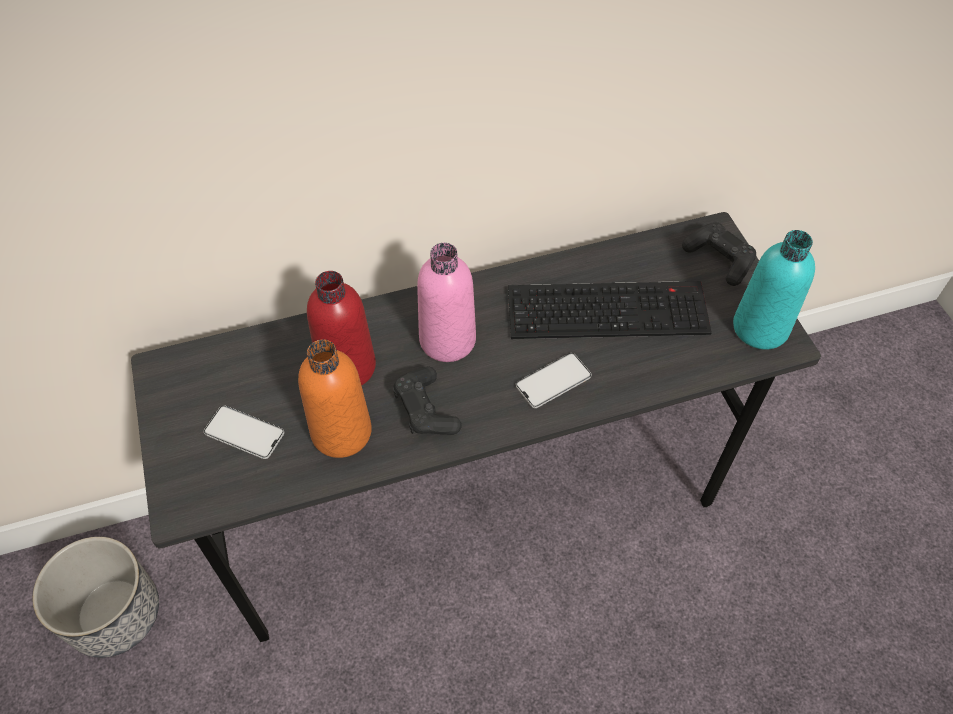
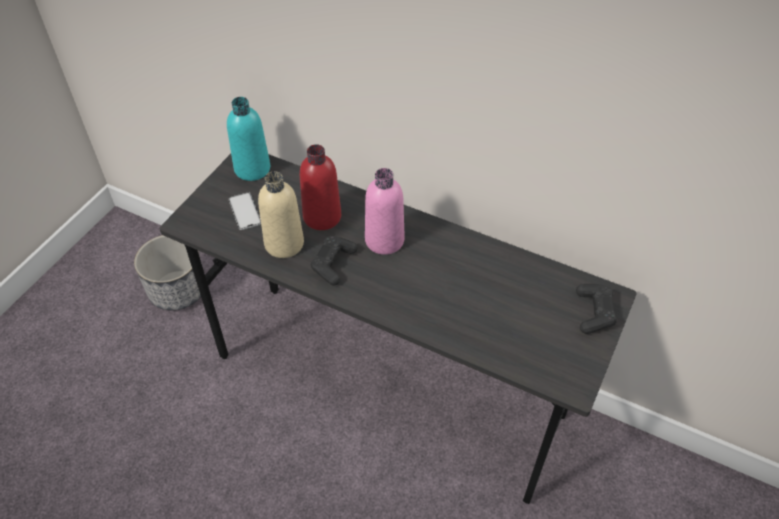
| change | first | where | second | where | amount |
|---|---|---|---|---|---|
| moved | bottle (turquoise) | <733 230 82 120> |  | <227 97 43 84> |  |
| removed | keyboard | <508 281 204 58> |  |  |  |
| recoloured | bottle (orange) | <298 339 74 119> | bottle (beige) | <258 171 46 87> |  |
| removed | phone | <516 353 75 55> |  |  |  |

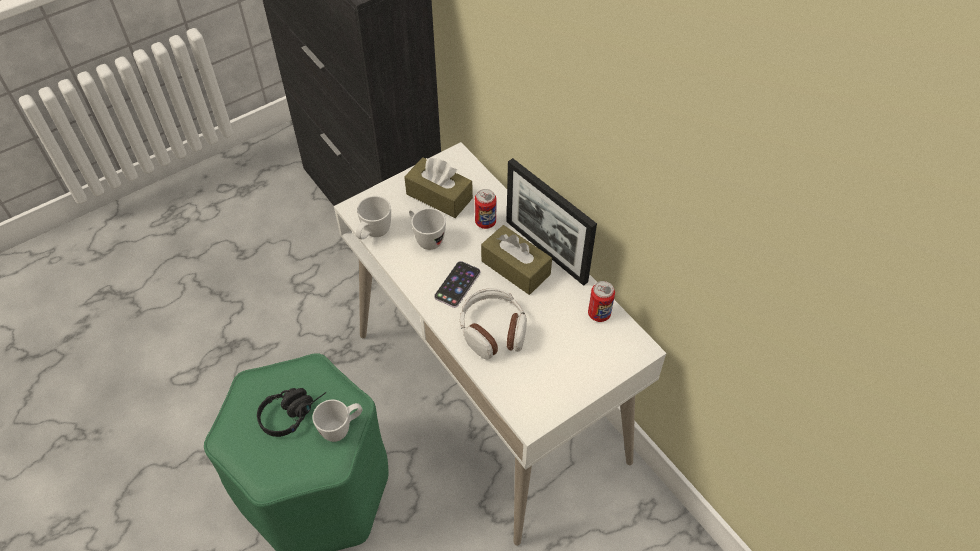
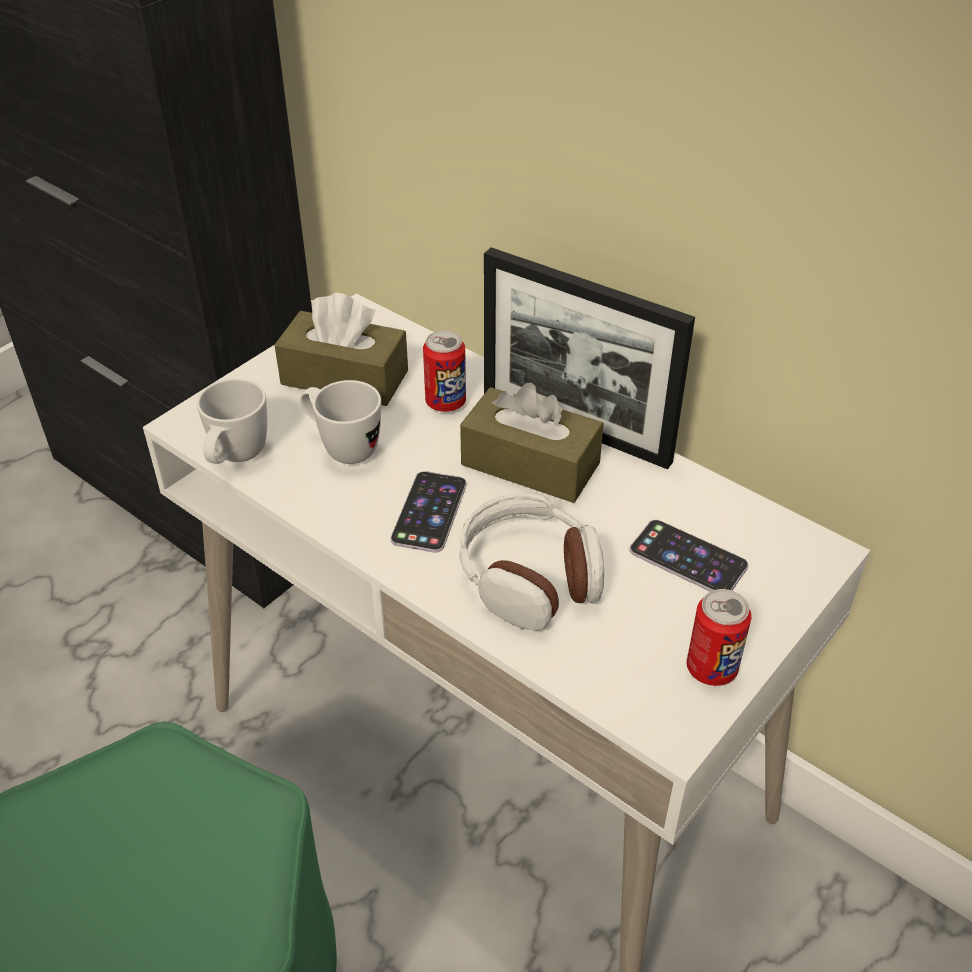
| change | first | where | second | where | amount |
|---|---|---|---|---|---|
| moved | can | <588 281 27 41> |  | <687 589 64 97> |  |
| removed | headphones (black) | <257 388 69 49> |  |  |  |
| removed | mug (white) | <313 400 49 42> |  |  |  |
| added |  |  | phone | <629 520 119 72> |  |

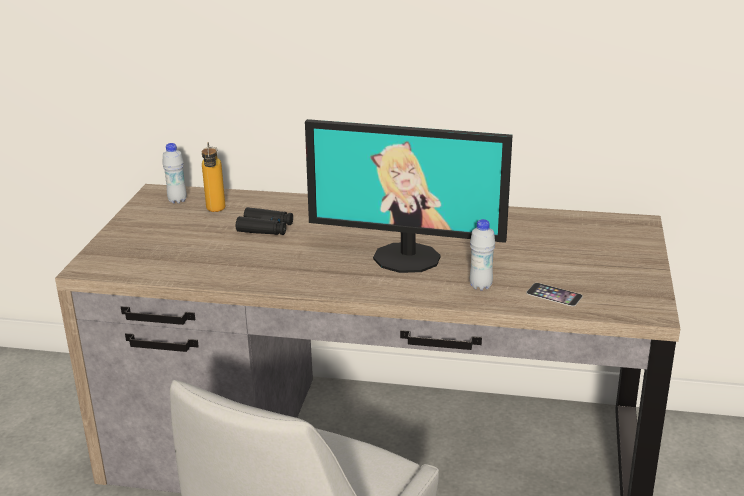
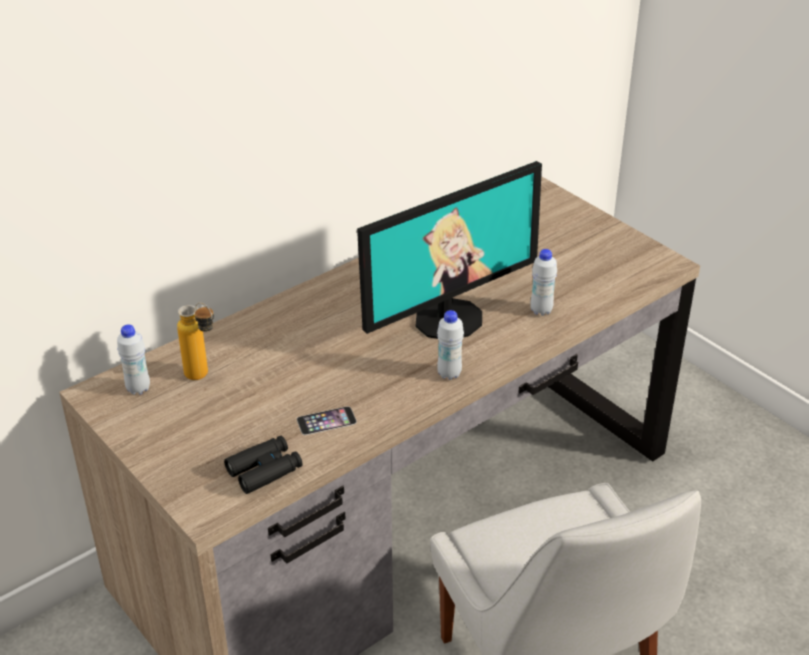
| change | first | where | second | where | amount |
|---|---|---|---|---|---|
| moved | binoculars (black) | <236 207 57 28> |  | <224 436 79 58> |  |
| moved | phone | <526 283 57 23> |  | <297 406 60 29> |  |
| added |  |  | bottle (white) | <437 310 27 70> |  |

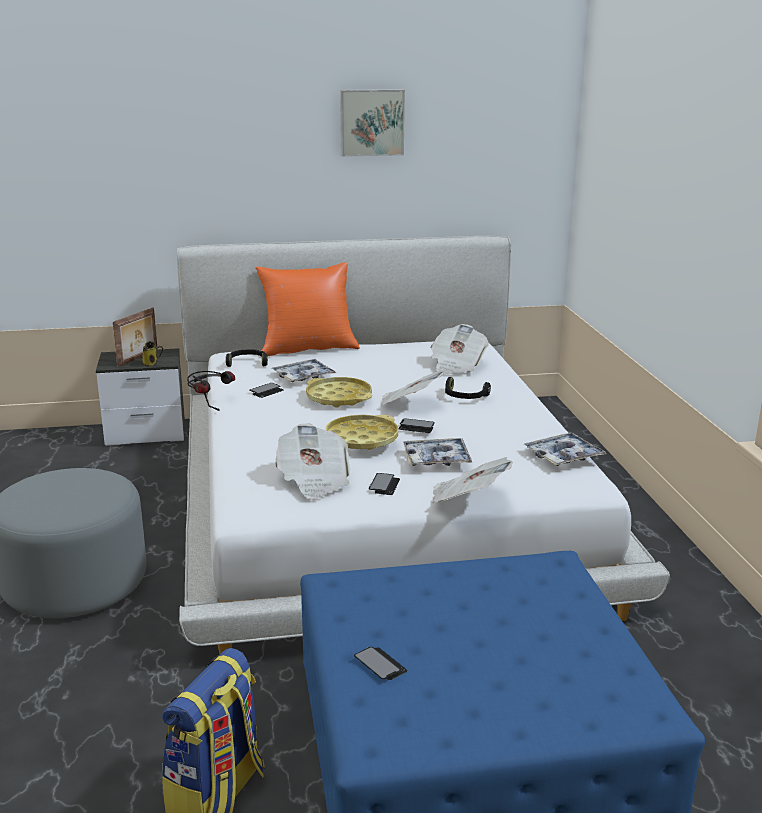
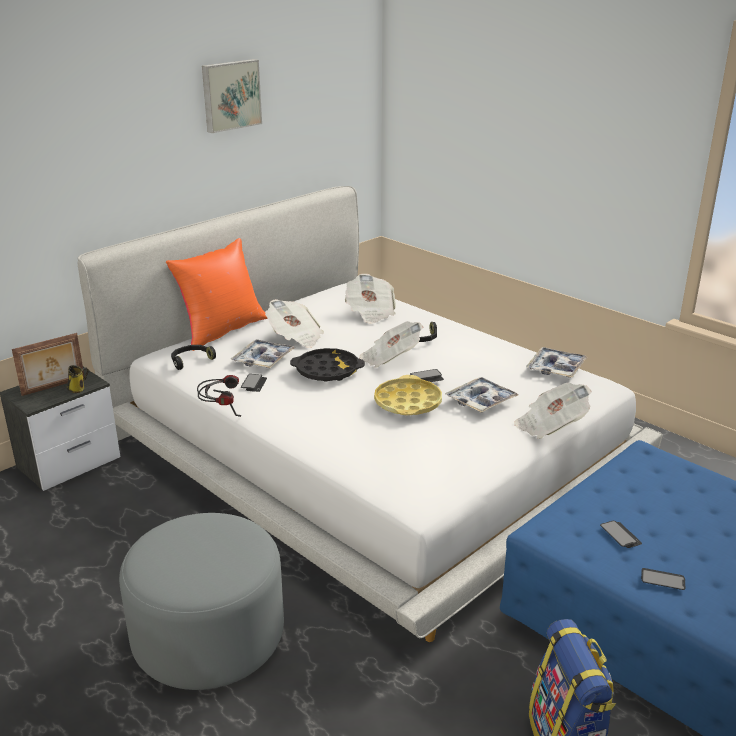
| change | first | where | second | where | amount |
|---|---|---|---|---|---|
| turned | picture frame | <113 307 45 60> |  | <12 333 72 63> | 60 degrees clockwise |
| recoloured | tray (yellow) | <306 377 66 31> | tray (black) | <290 348 75 34> |  |
| moved | newspaper | <275 423 75 77> |  | <265 299 59 49> |  |
| moved | phone | <369 473 31 22> |  | <600 521 42 27> |  |

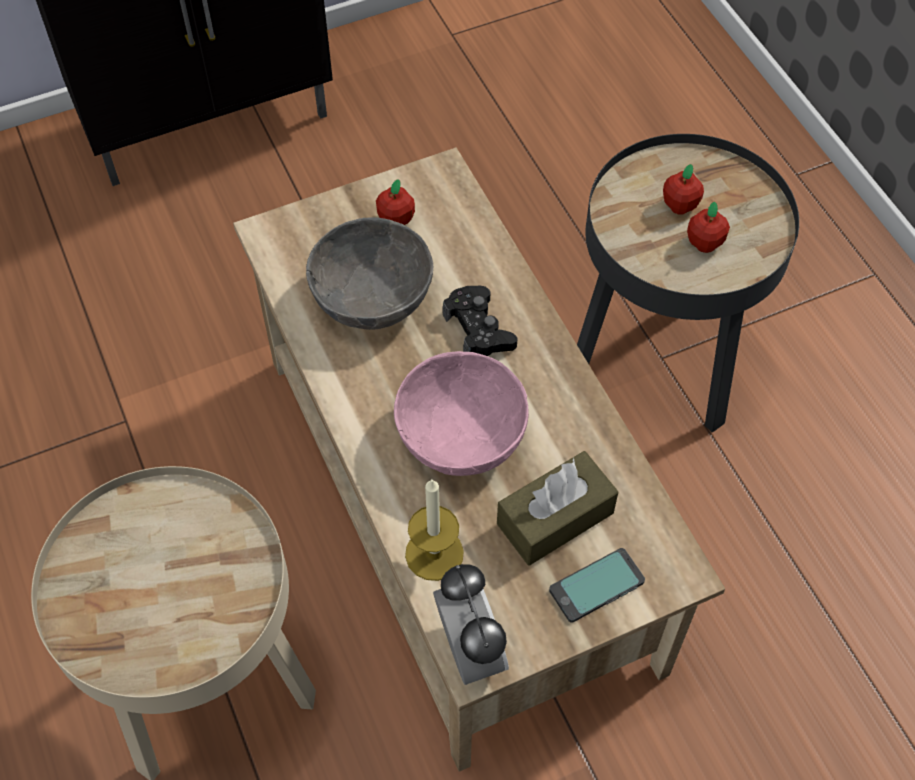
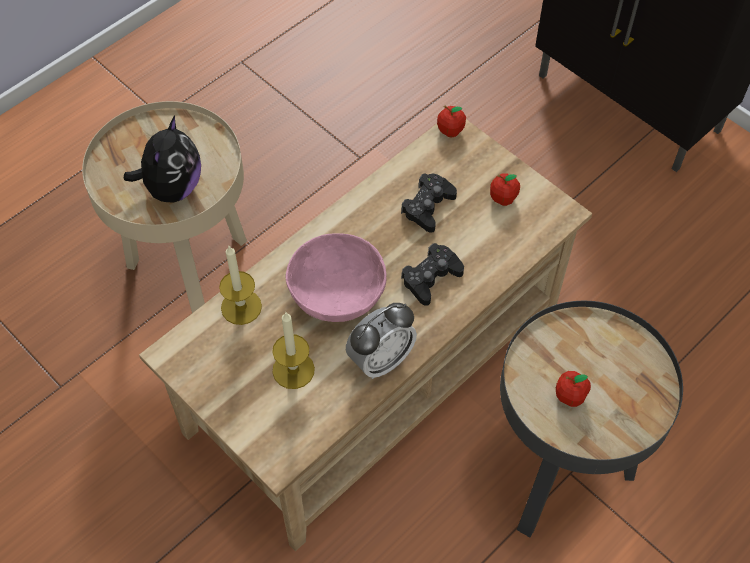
| change | first | where | second | where | amount |
|---|---|---|---|---|---|
| moved | apple | <663 164 41 50> |  | <437 106 29 32> |  |
| replaced | bowl (grey) | <306 217 127 113> | game controller (black) | <401 173 56 60> |  |
| replaced | tissue box (brown) | <497 451 121 115> | candle | <272 312 43 77> |  |
| removed | phone | <549 548 96 75> |  |  |  |
| moved | alarm clock | <433 564 76 121> |  | <346 303 71 76> |  |
| added |  |  | plush toy | <124 115 77 87> |  |

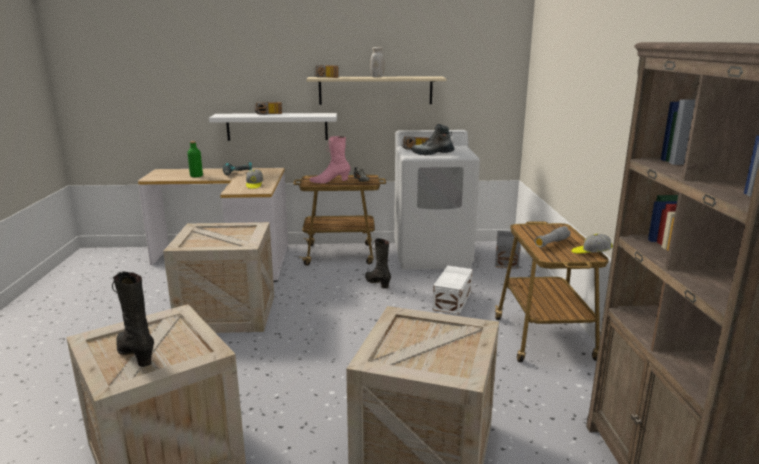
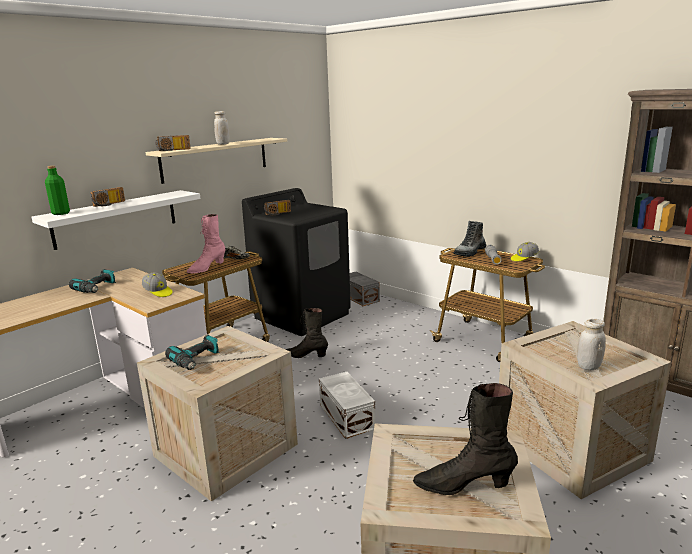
| change | first | where | second | where | amount |
|---|---|---|---|---|---|
| moved | boot | <412 124 43 31> |  | <453 221 33 36> |  |
| recoloured | washing machine (white) | <394 130 86 139> | washing machine (black) | <242 188 109 148> |  |
| moved | bottle (green) | <187 141 16 36> |  | <45 166 25 49> |  |
| moved | storage box (white) | <433 266 40 49> |  | <319 372 57 67> |  |
| added |  |  | jar (white) | <577 319 29 51> |  |
| added |  |  | power drill | <165 335 54 35> |  |

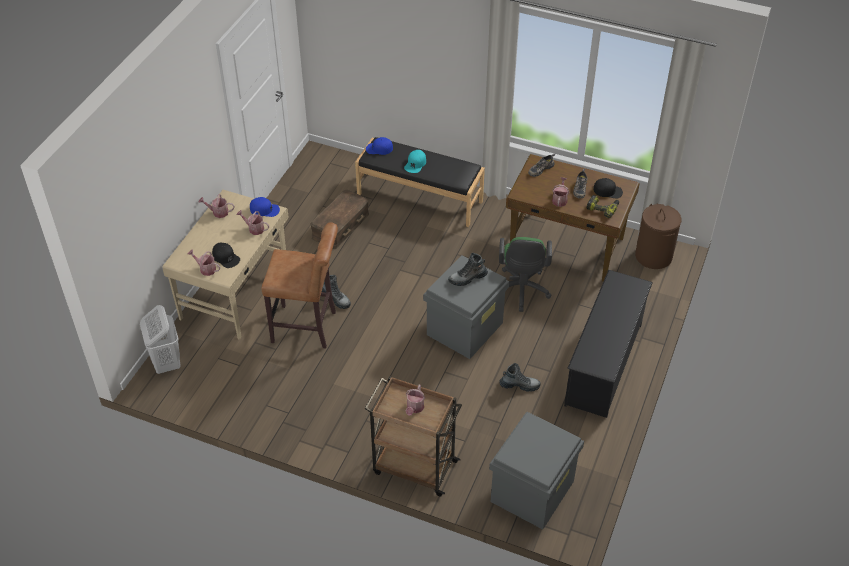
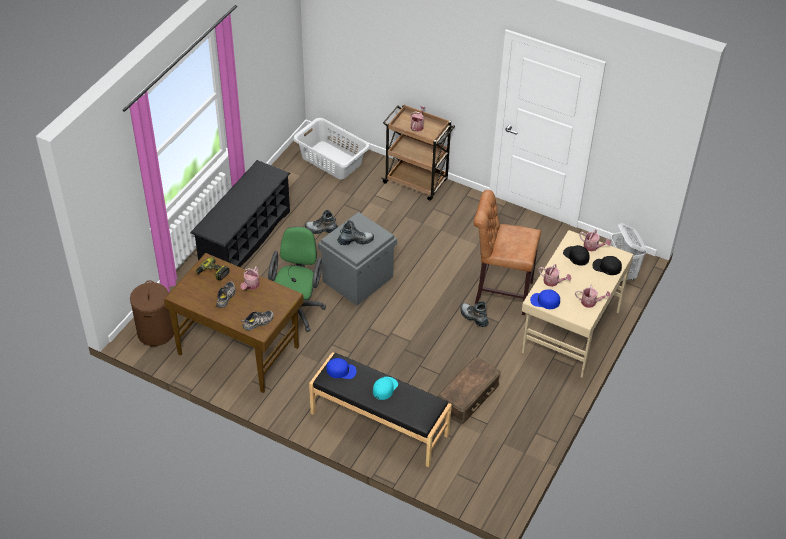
| change | first | where | second | where | amount |
|---|---|---|---|---|---|
| moved | cap (blue) | <366 137 27 18> |  | <326 358 31 21> |  |
| moved | cap (black) | <593 178 30 20> |  | <593 256 29 19> |  |
| replaced | storage box (grey) | <489 412 95 117> | laundry basket (grey) | <293 118 77 61> |  |

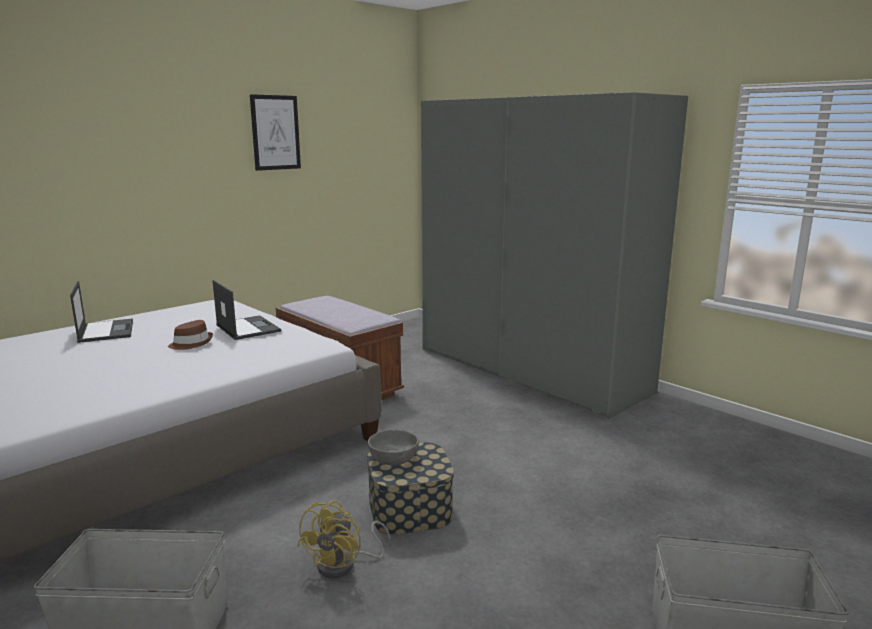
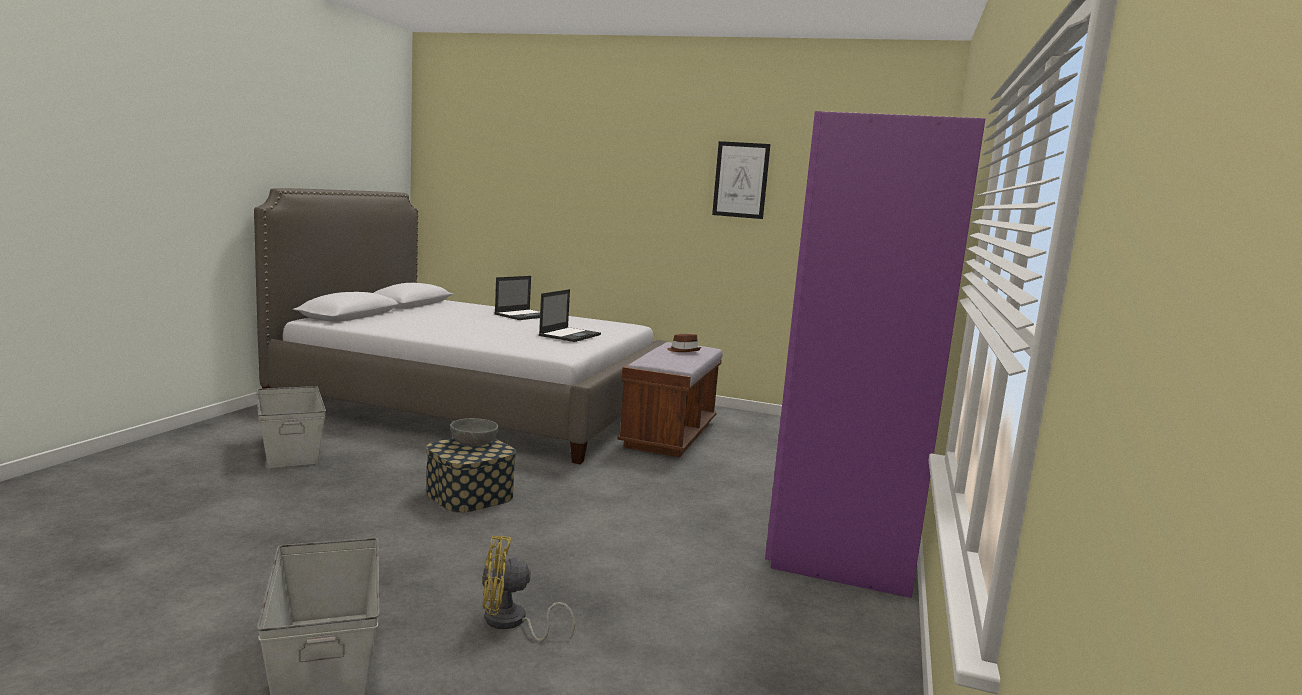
| change | first | where | second | where | amount |
|---|---|---|---|---|---|
| recoloured | wardrobe (grey) | <421 92 267 327> | wardrobe (purple) | <765 111 220 487> |  |
| moved | hat (brown) | <168 320 45 30> |  | <667 334 34 18> |  |
| moved | fan (yellow) | <297 500 94 78> |  | <482 536 93 106> |  |

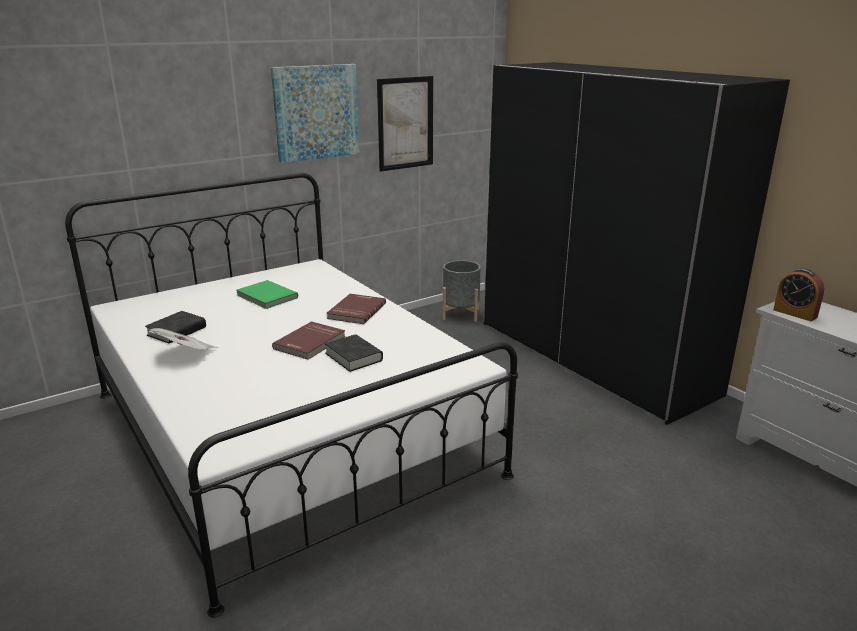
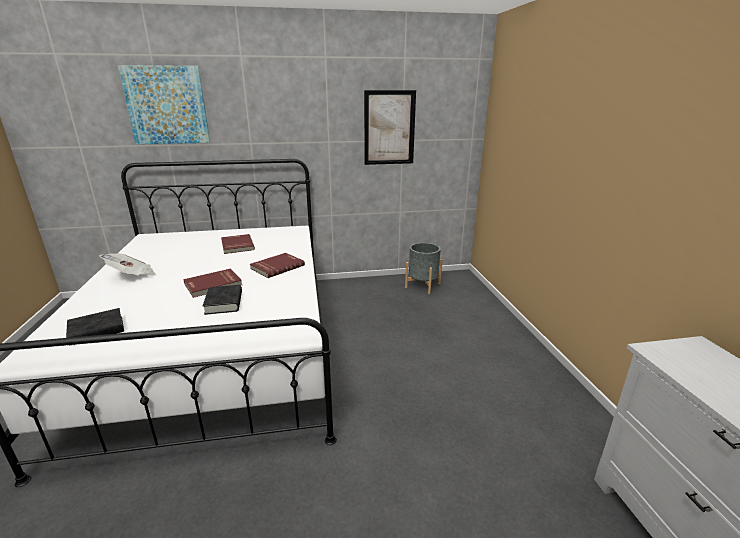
| change | first | where | second | where | amount |
|---|---|---|---|---|---|
| removed | wardrobe (black) | <484 62 306 363> |  |  |  |
| moved | picture | <271 64 89 99> |  | <118 65 92 79> |  |
| removed | alarm clock | <773 268 51 53> |  |  |  |
| recoloured | book (green) | <237 280 61 29> | book (red) | <221 234 34 20> |  |
| moved | book (black) | <145 311 61 32> |  | <66 308 58 38> |  |

